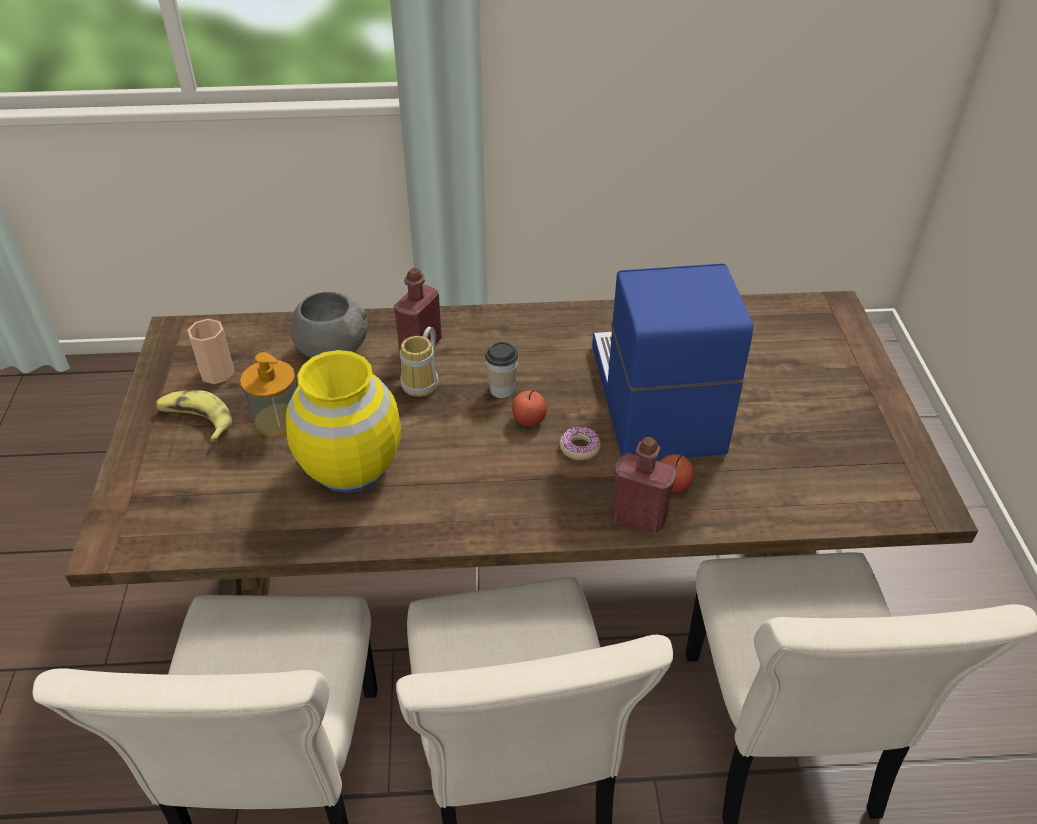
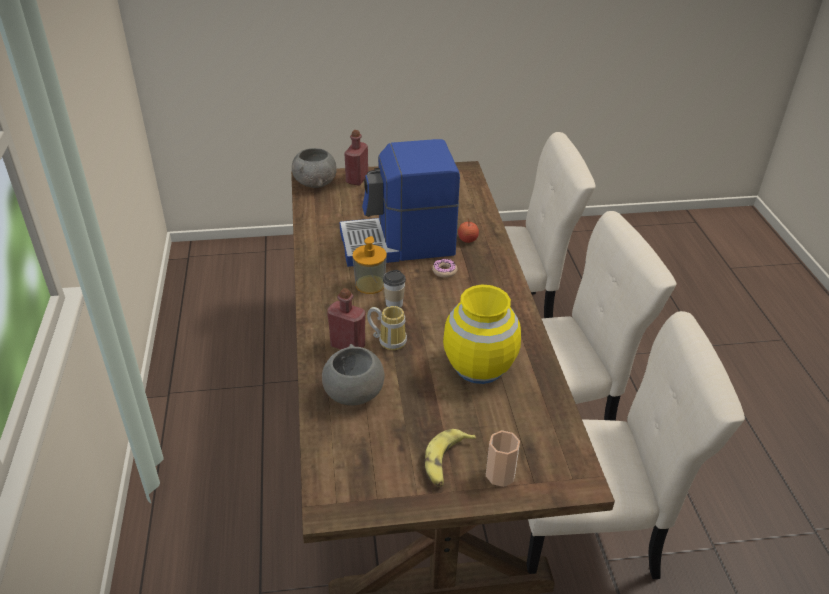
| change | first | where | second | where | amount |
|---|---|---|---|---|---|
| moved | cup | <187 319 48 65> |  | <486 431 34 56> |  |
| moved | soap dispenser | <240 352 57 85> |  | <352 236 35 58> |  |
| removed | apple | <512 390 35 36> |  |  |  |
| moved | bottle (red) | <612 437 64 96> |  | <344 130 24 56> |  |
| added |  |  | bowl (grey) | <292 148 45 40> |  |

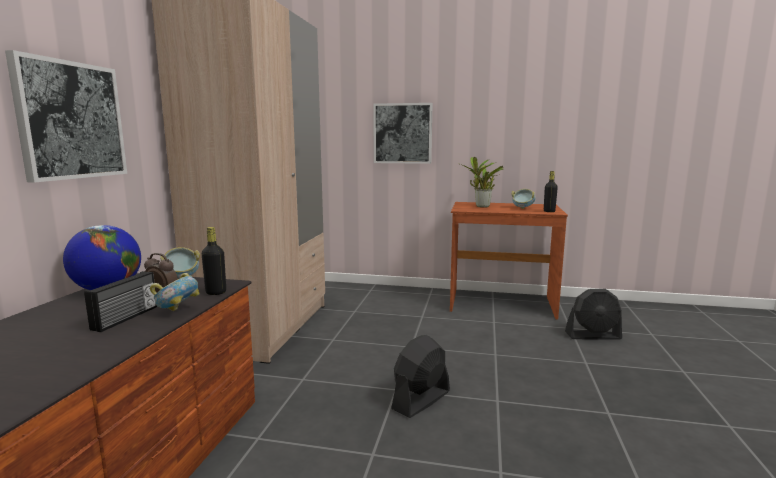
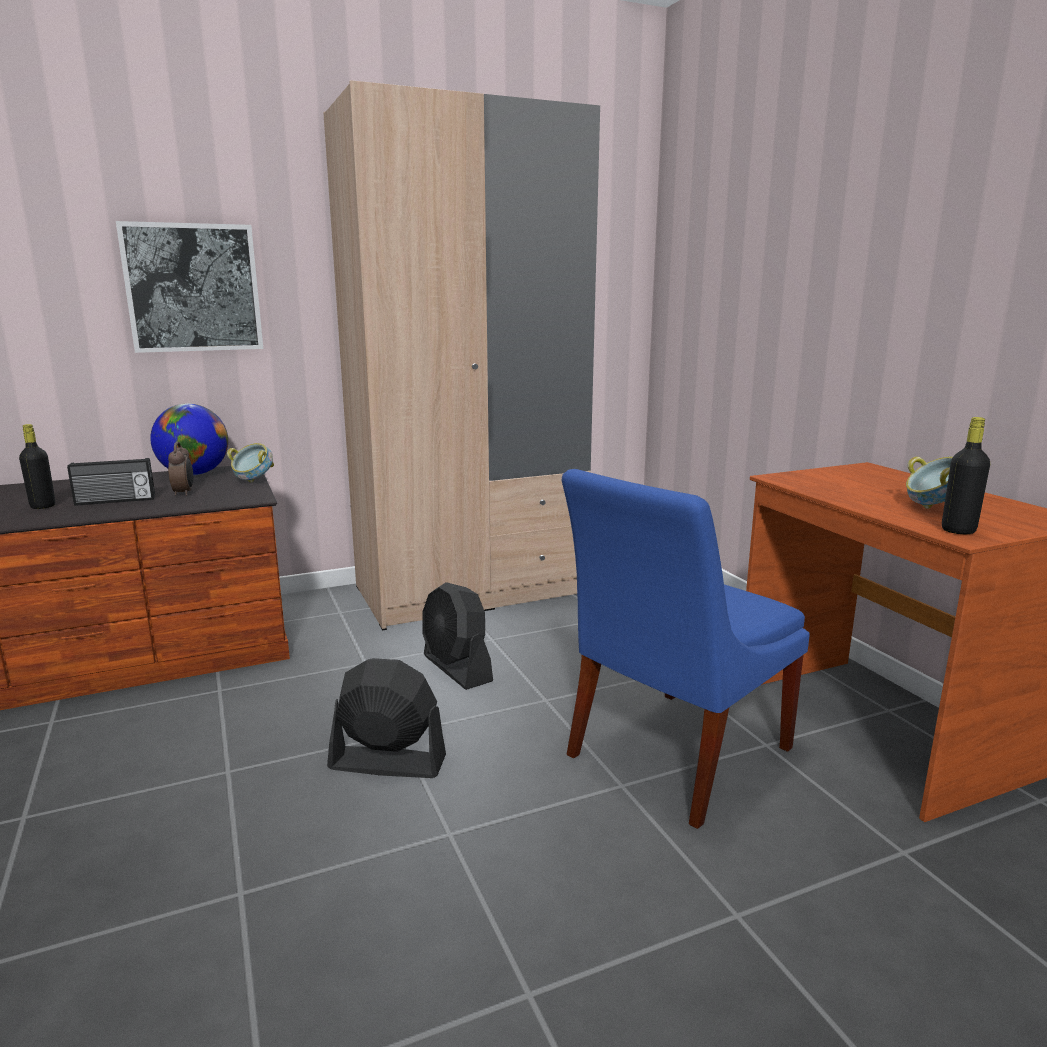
| change | first | where | second | where | amount |
|---|---|---|---|---|---|
| removed | picture | <373 103 60 61> |  |  |  |
| removed | potted plant | <460 157 43 51> |  |  |  |
| moved | bottle (black) | <201 227 25 68> |  | <19 424 36 85> |  |
| removed | bowl | <150 273 50 38> |  |  |  |
| moved | fan (black) | <565 289 57 51> |  | <422 582 71 108> |  |
| added |  |  | chair (blue) | <561 469 249 360> |  |

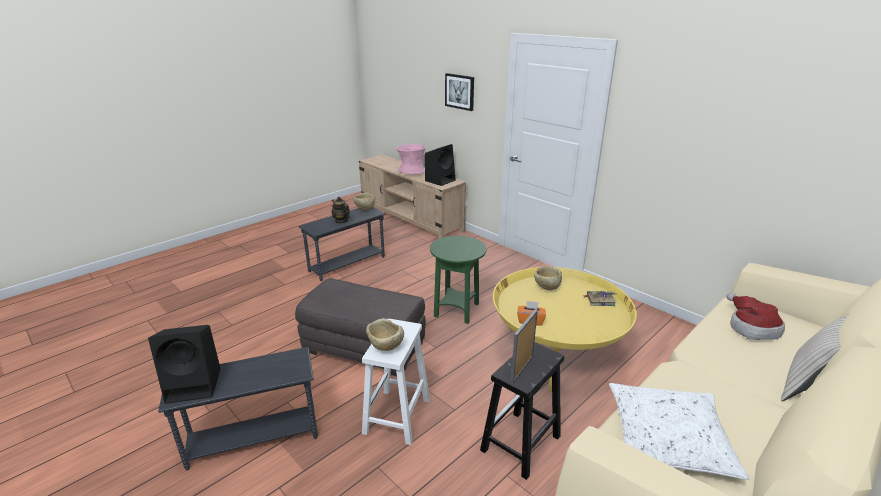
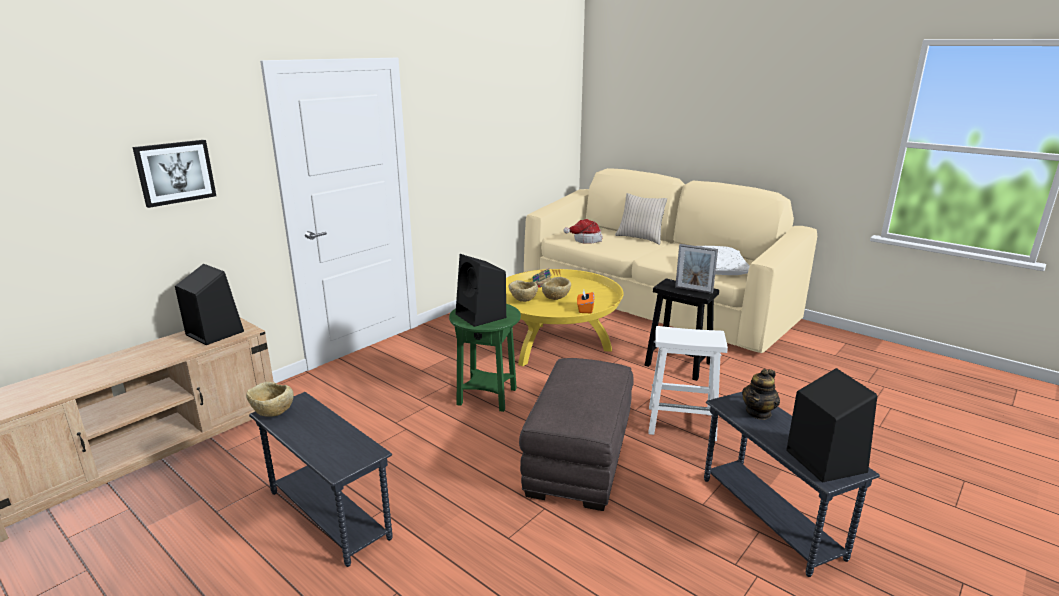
| change | first | where | second | where | amount |
|---|---|---|---|---|---|
| removed | vase (pink) | <396 144 29 30> |  |  |  |
| moved | teapot | <332 197 18 27> |  | <742 369 38 51> |  |
| moved | bowl (beige) | <366 318 38 33> |  | <542 277 29 23> |  |
| added |  |  | speaker (black) | <455 254 52 73> |  |

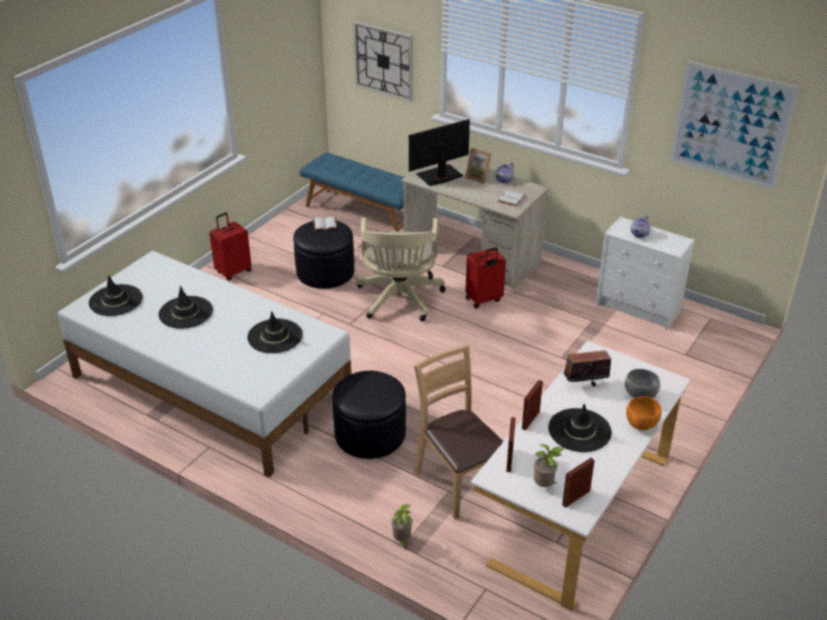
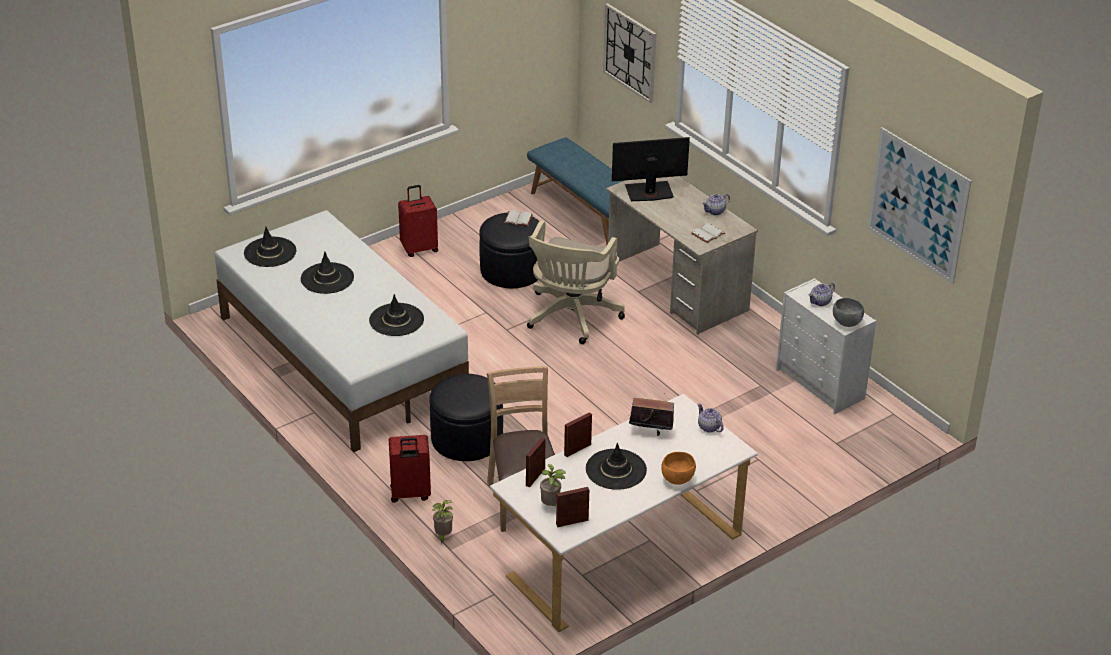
| change | first | where | second | where | amount |
|---|---|---|---|---|---|
| removed | picture frame | <465 148 26 36> |  |  |  |
| moved | suitcase (red) | <466 247 40 62> |  | <389 435 42 68> |  |
| moved | bowl (grey) | <625 369 35 29> |  | <833 298 31 29> |  |
| added |  |  | teapot | <698 404 26 29> |  |

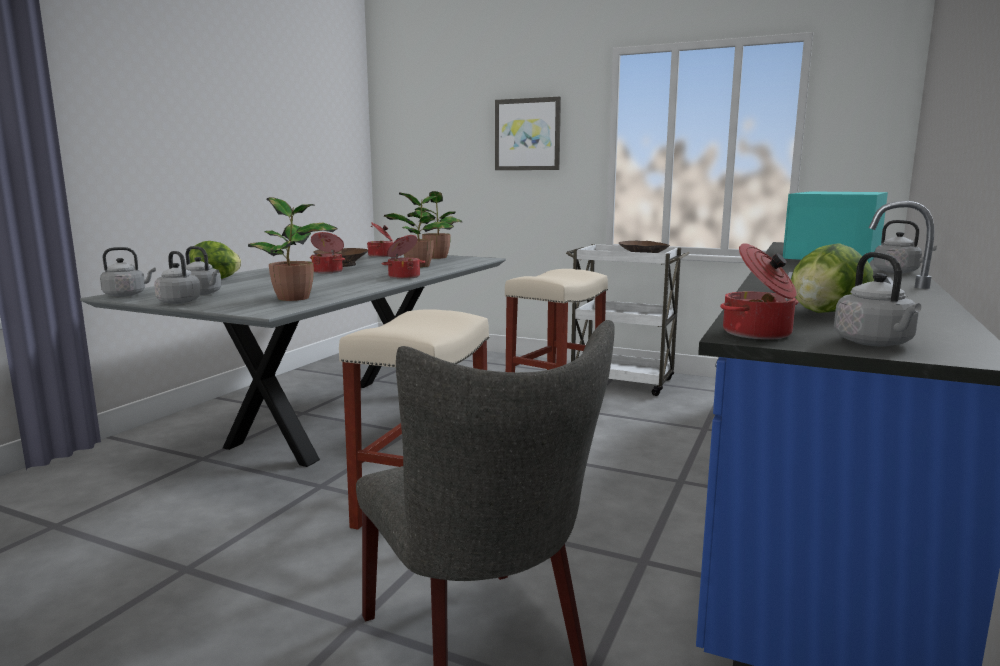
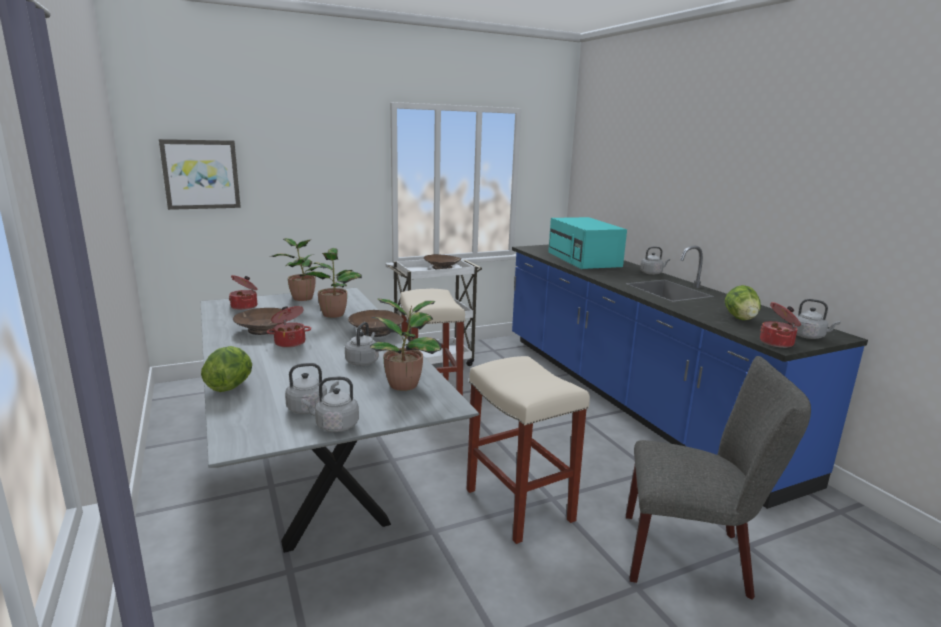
| change | first | where | second | where | amount |
|---|---|---|---|---|---|
| moved | picture | <495 97 66 73> |  | <159 139 82 71> |  |
| replaced | cooking pot | <382 235 44 44> | bowl (brown) | <348 310 55 27> |  |
| moved | kettle (grey) | <100 247 56 50> |  | <345 322 34 44> |  |

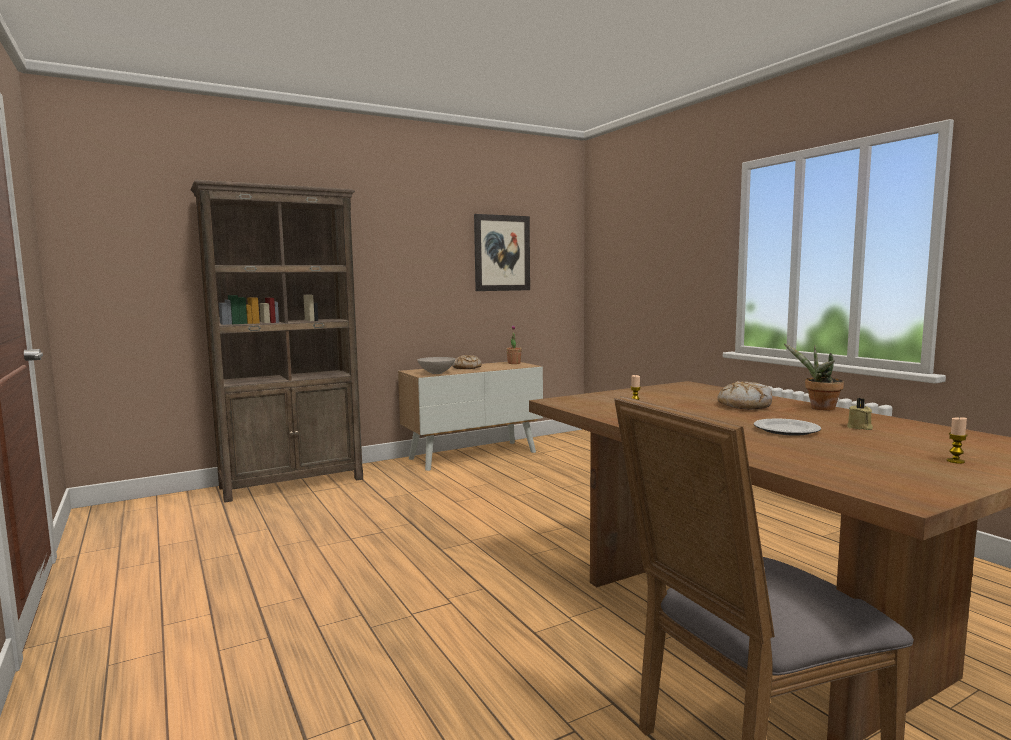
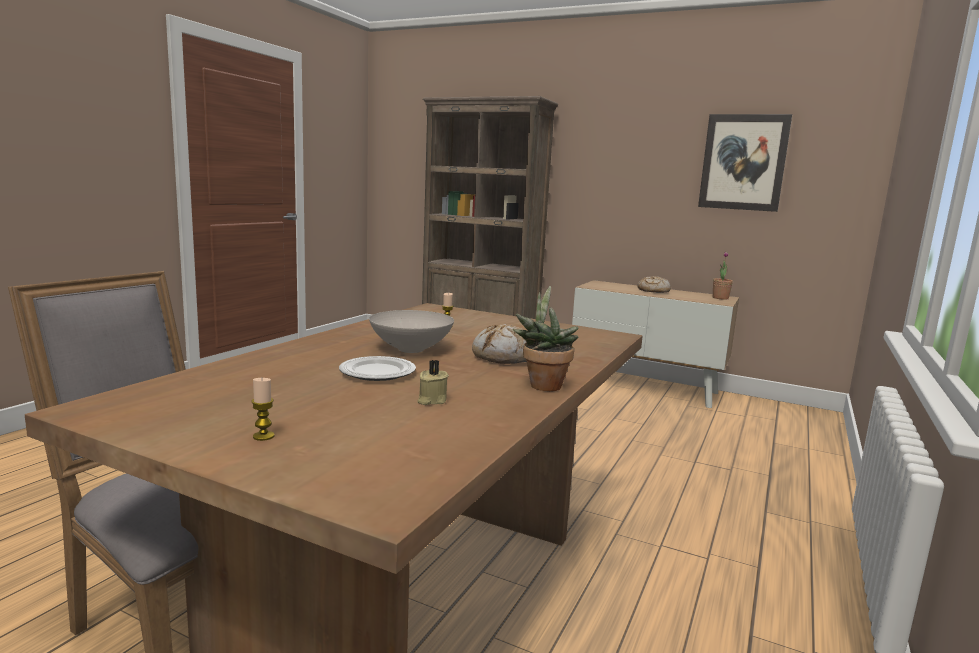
| change | first | where | second | where | amount |
|---|---|---|---|---|---|
| moved | bowl (white) | <418 357 37 17> |  | <369 310 85 43> |  |

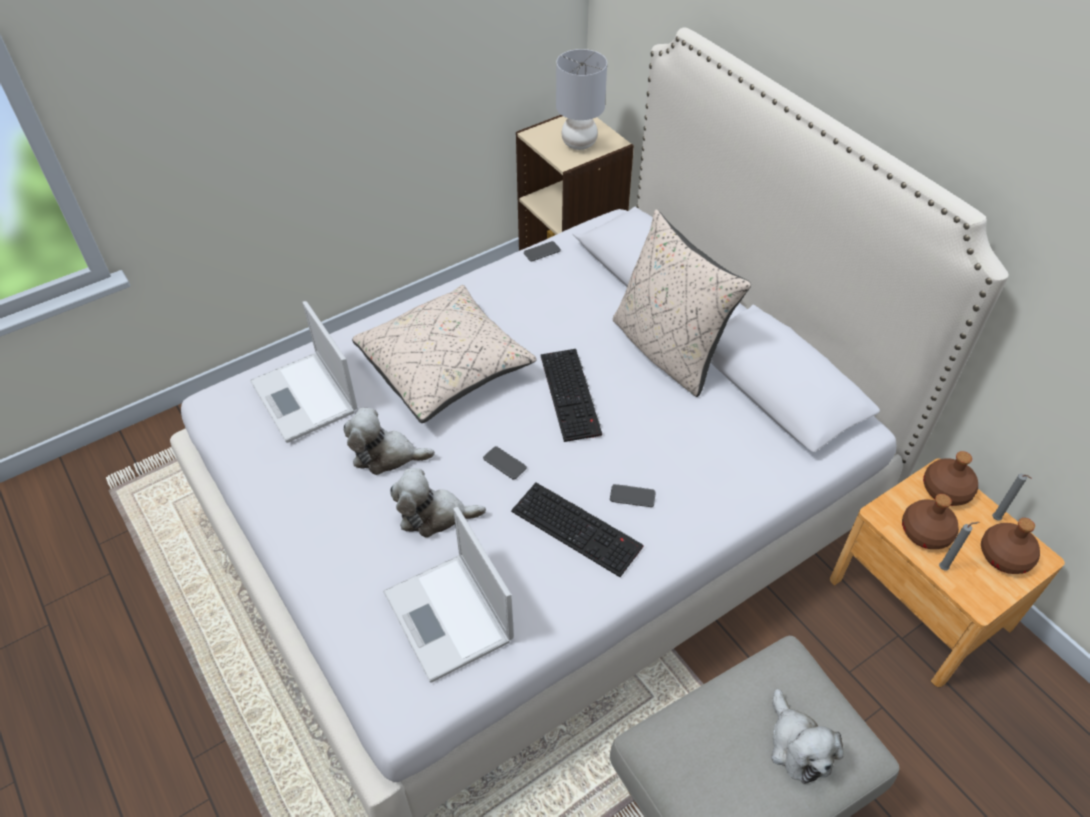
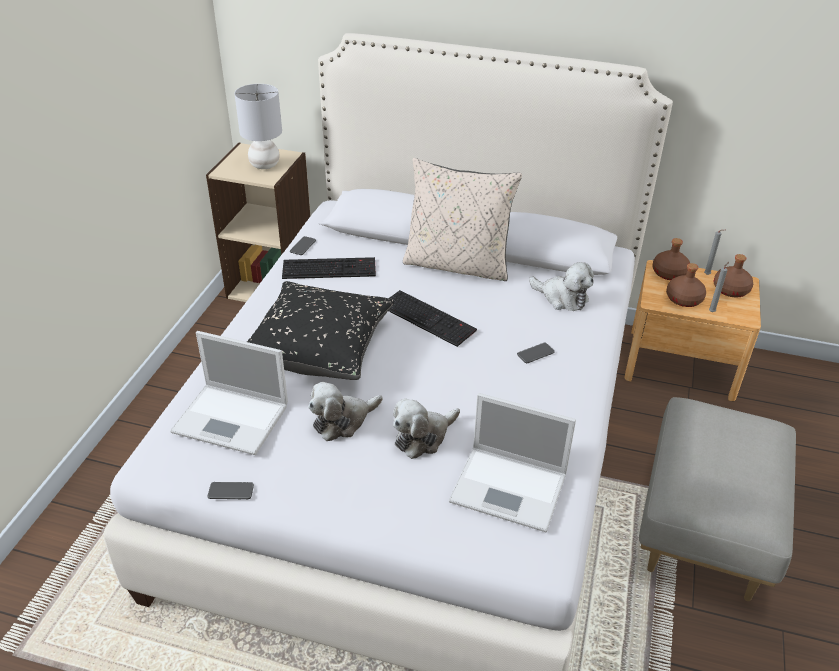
| change | first | where | second | where | amount |
|---|---|---|---|---|---|
| recoloured | pillow (beige) | <352 285 185 138> | pillow (black) | <247 281 147 99> |  |
| moved | phone | <483 446 44 34> |  | <208 482 46 17> |  |
| moved | keyboard | <511 483 133 94> |  | <282 257 94 22> |  |
| moved | plush toy | <771 689 73 95> |  | <529 262 65 49> |  |

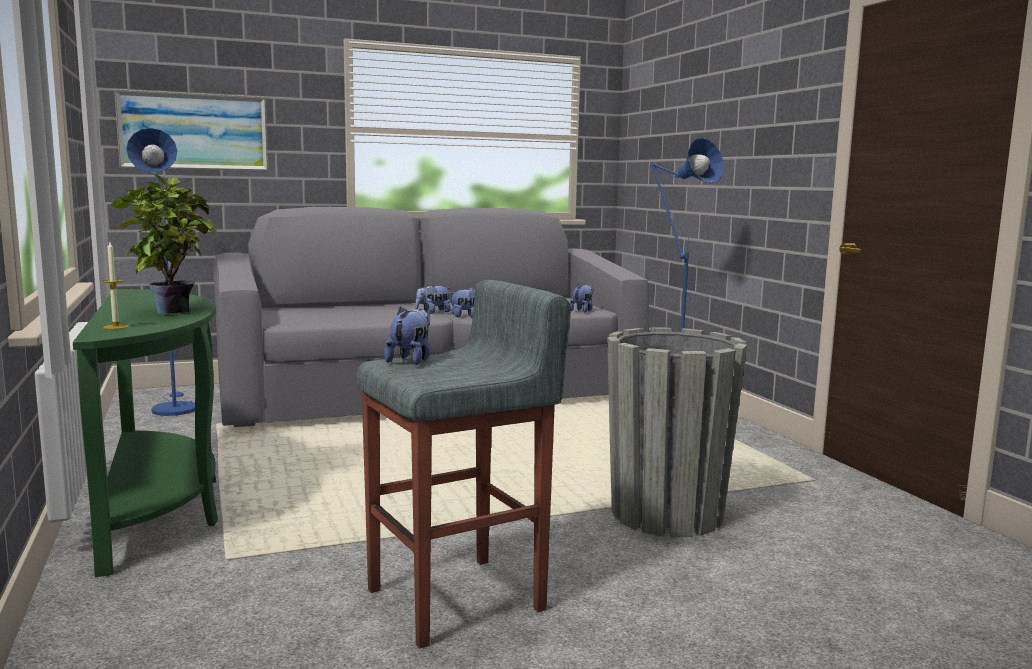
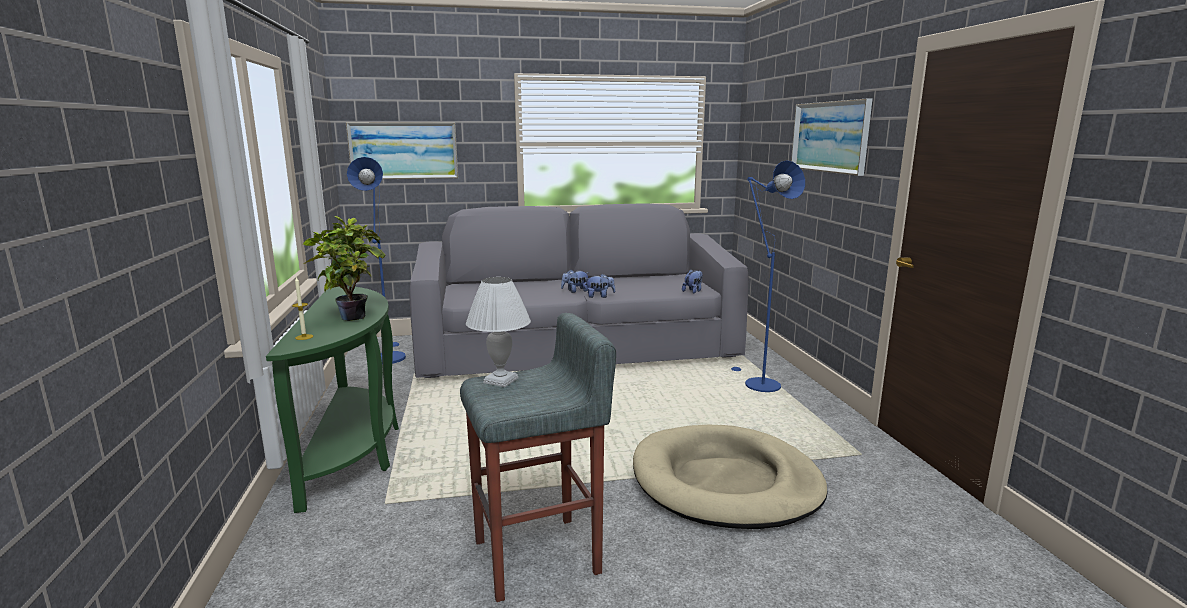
| change | first | where | second | where | amount |
|---|---|---|---|---|---|
| replaced | plush toy | <384 306 46 59> | table lamp (white) | <466 277 65 110> |  |
| replaced | planter (grey) | <607 327 140 210> | dog bed (beige) | <633 425 195 104> |  |
| added |  |  | picture | <791 99 81 77> |  |

